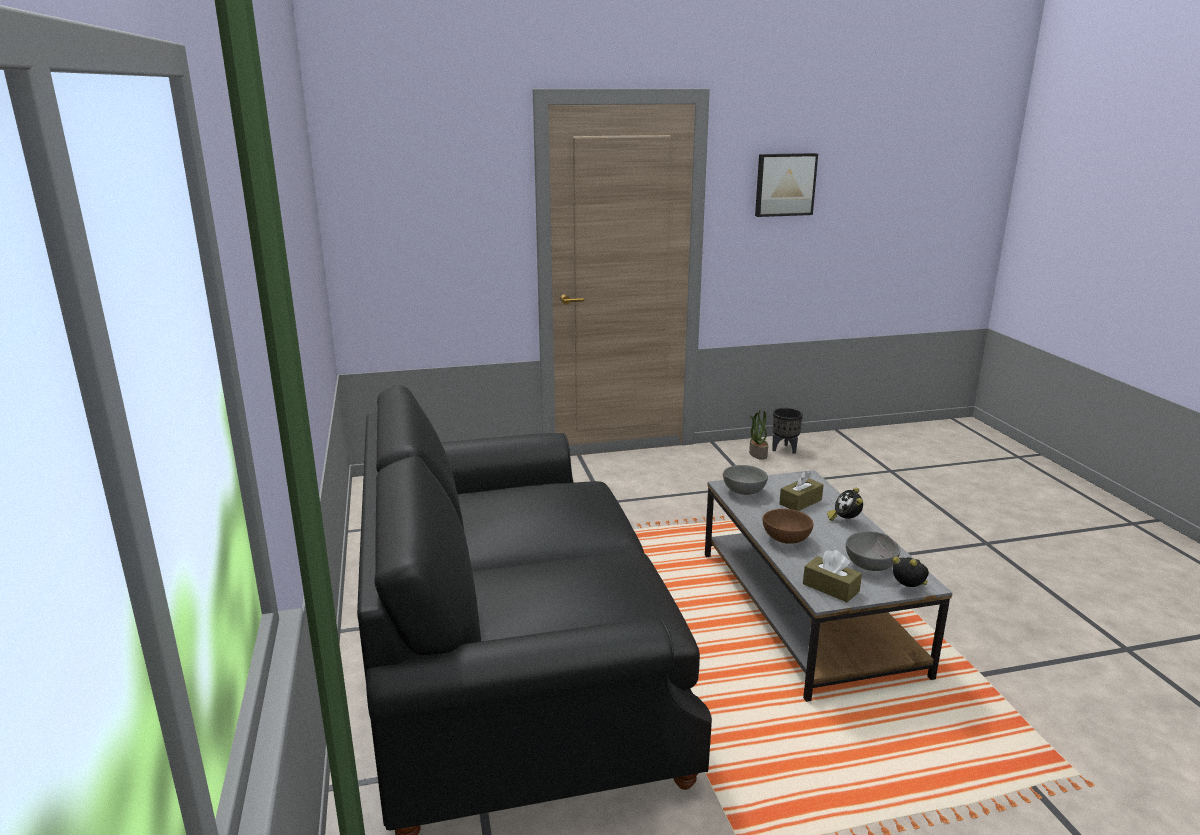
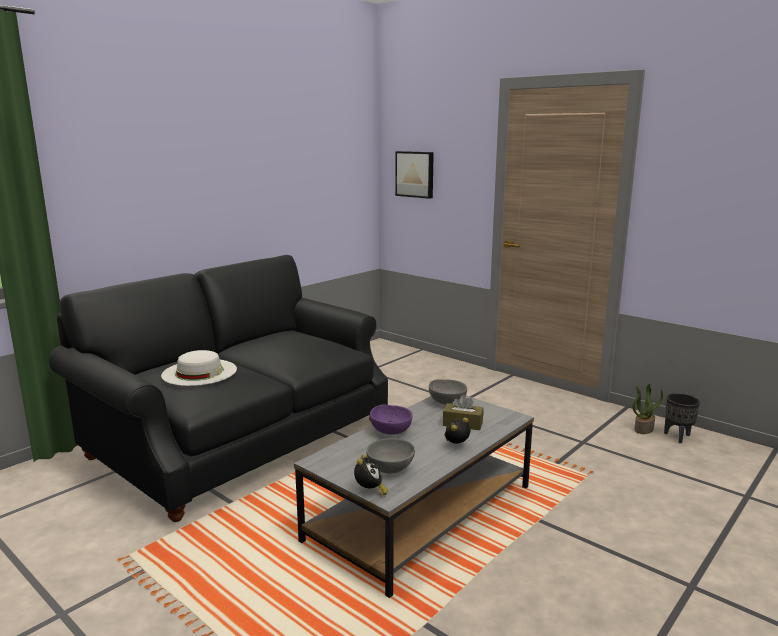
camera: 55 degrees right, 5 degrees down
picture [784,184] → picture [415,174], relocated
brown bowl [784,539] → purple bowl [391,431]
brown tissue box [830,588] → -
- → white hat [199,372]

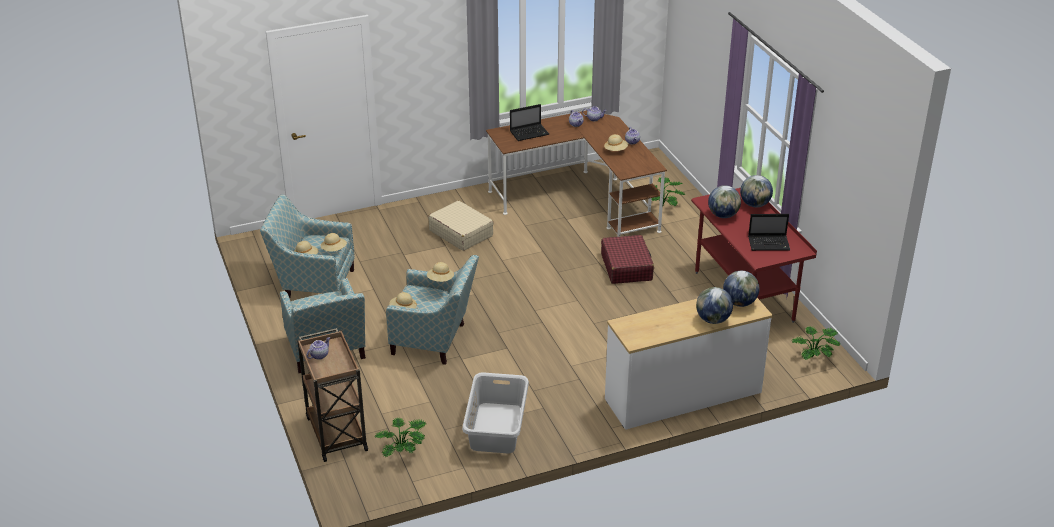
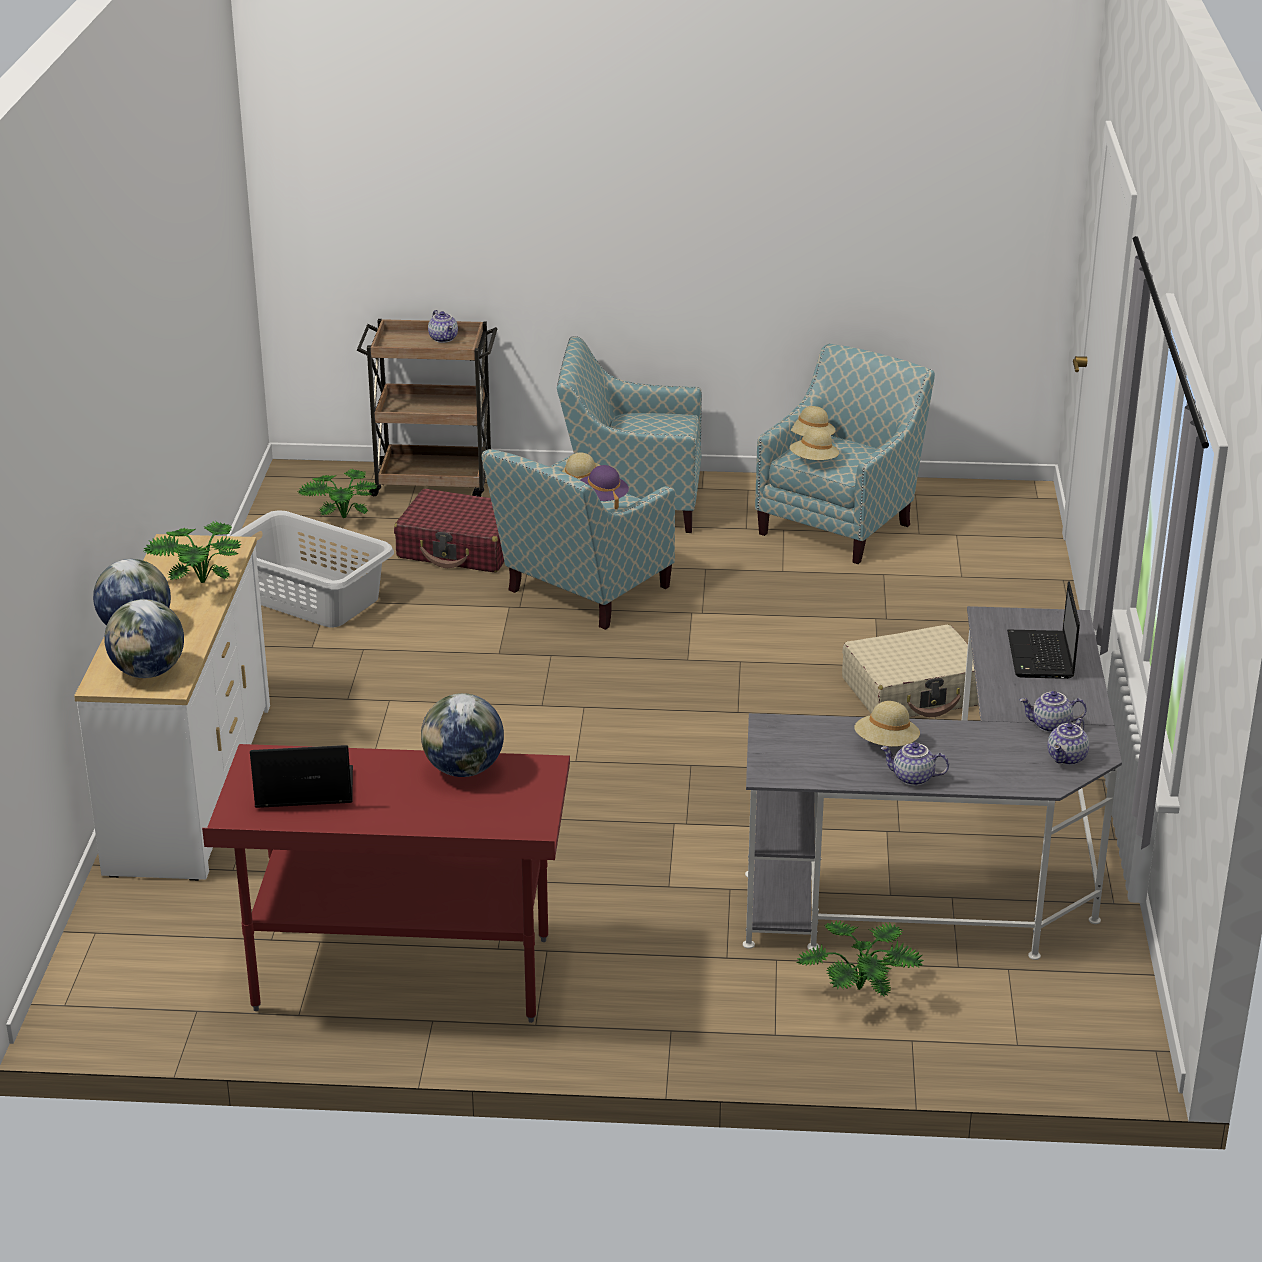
camera: 115 degrees right, 5 degrees down
beige hat [440,280] → purple hat [602,499]
brown desk [580,200] → grey desk [957,873]
red suitcase [626,267] → red suitcase [460,548], relocated
globe [755,204] → -
laptop [769,243] → laptop [302,790], 60 degrees clockwise
potted plant [814,358] → potted plant [196,584], relocated

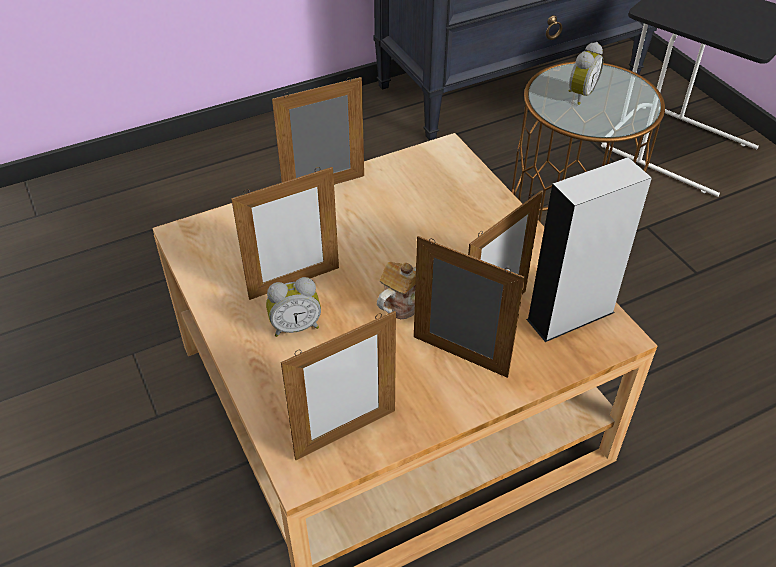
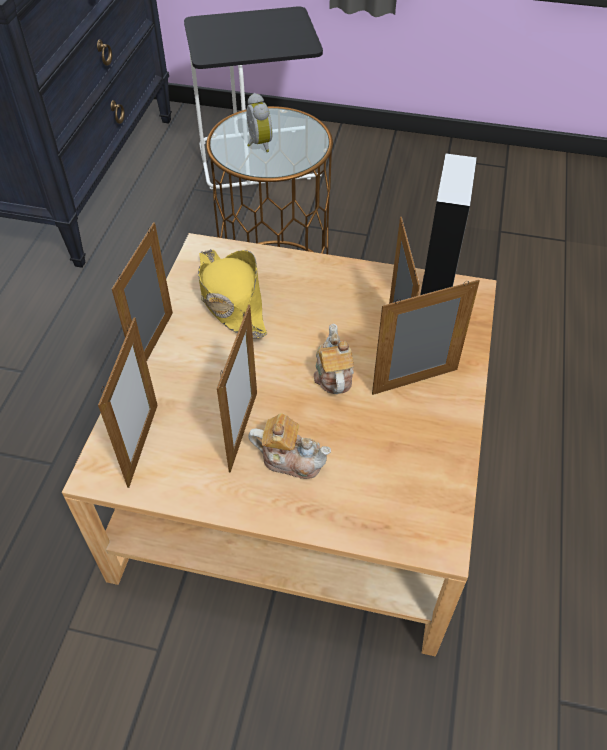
camera: 50 degrees left, 5 degrees up
alarm clock [295,326] → teapot [291,459]
picture frame [346,434] → picture frame [142,444], relocated
- → yellow hat [231,299]

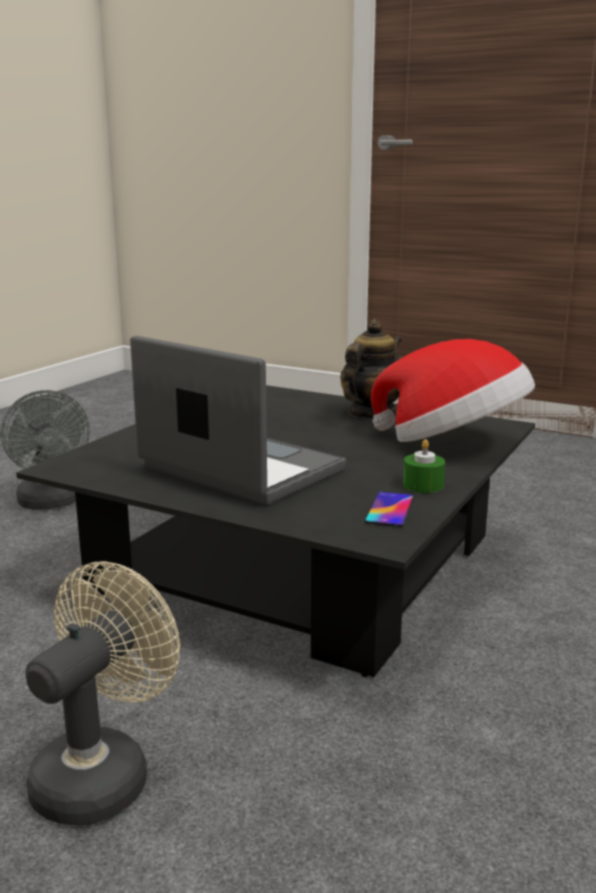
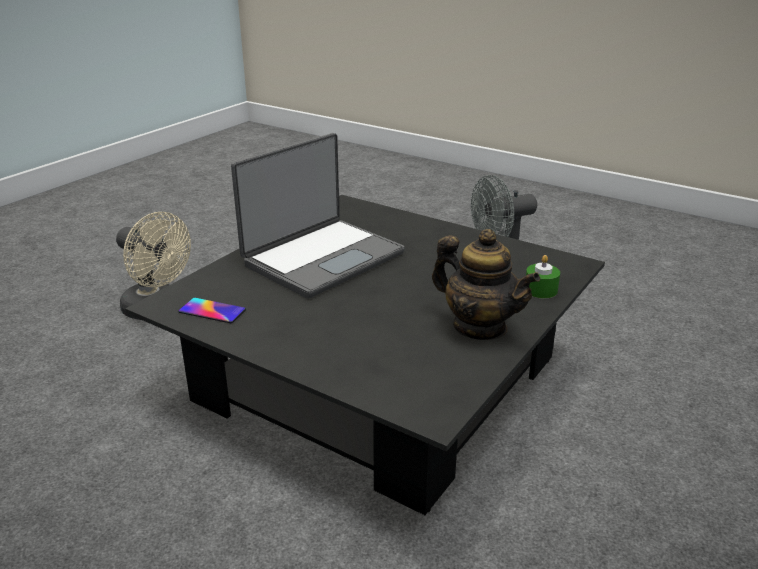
camera: 95 degrees right, 10 degrees up
hat [453,442] → -
green candle [423,485] → green candle [540,290], relocated

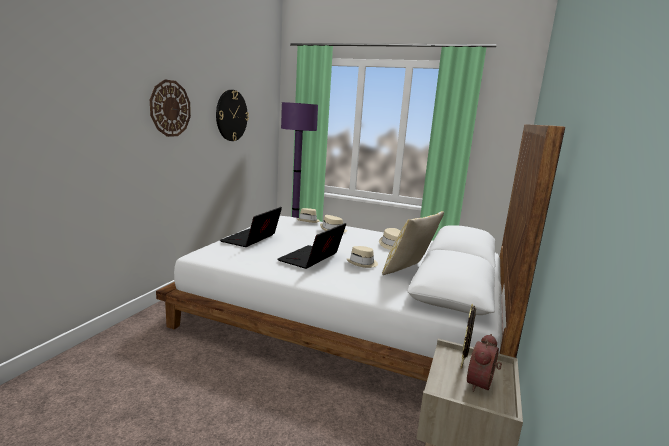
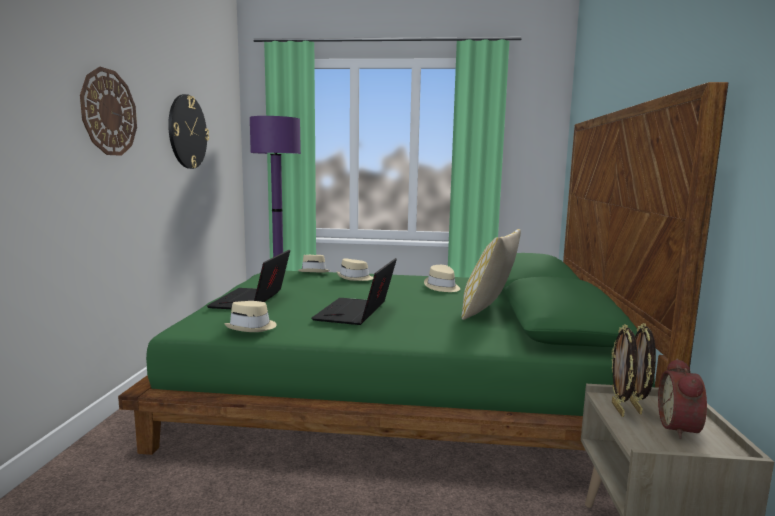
camera: 15 degrees left, 5 degrees down
white bed [347,316] → green bed [399,391]
beige hat [362,263] → beige hat [252,327], relocated
- → picture frame [619,409]

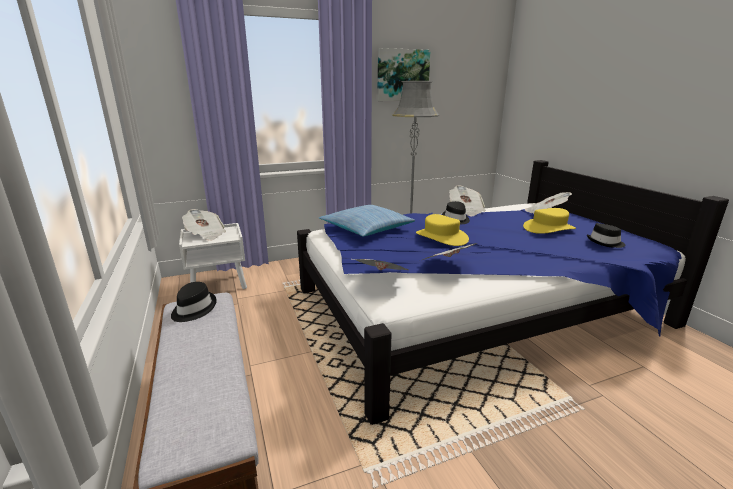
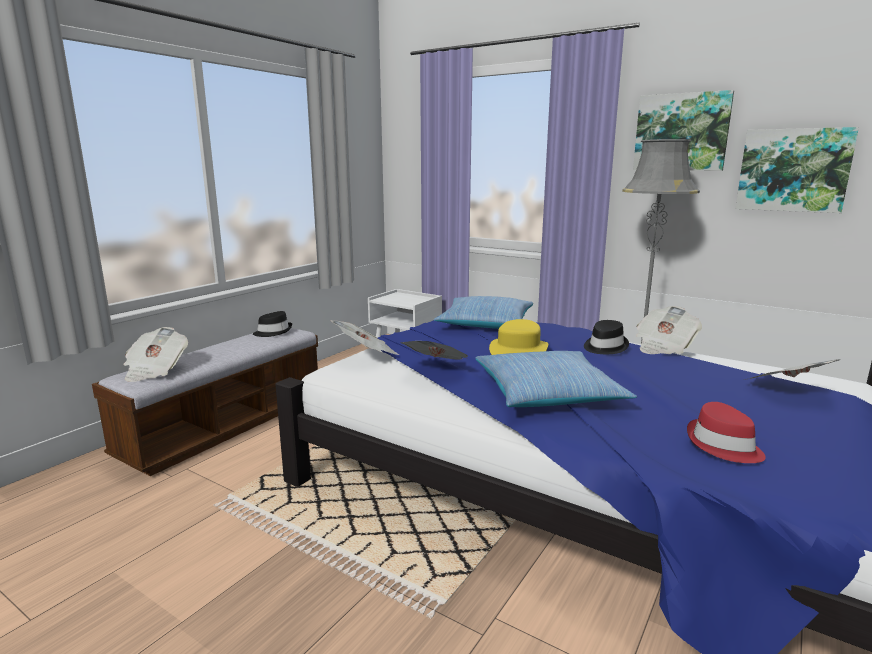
camera: 55 degrees right, 5 degrees down
newspaper [205,234] → newspaper [155,370], relocated
yellow hat [548,228] → -
black hat [605,243] → red hat [723,445]
- → pillow [547,393]
- → picture [793,170]

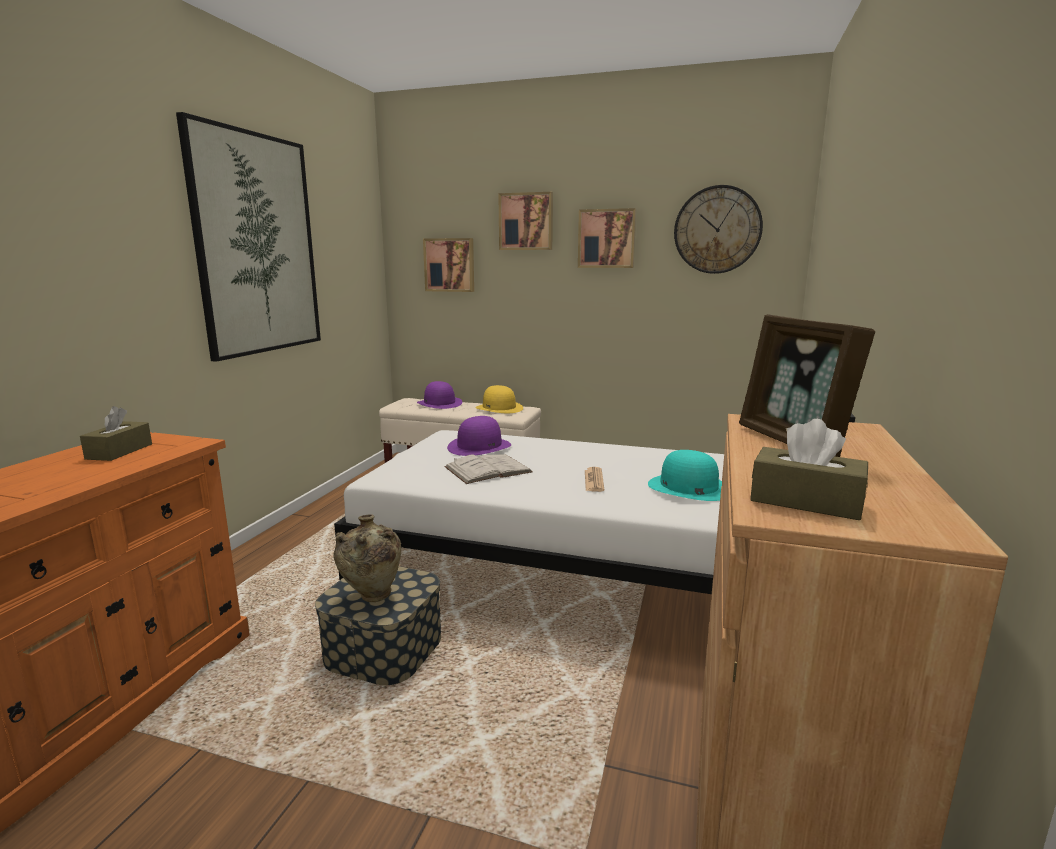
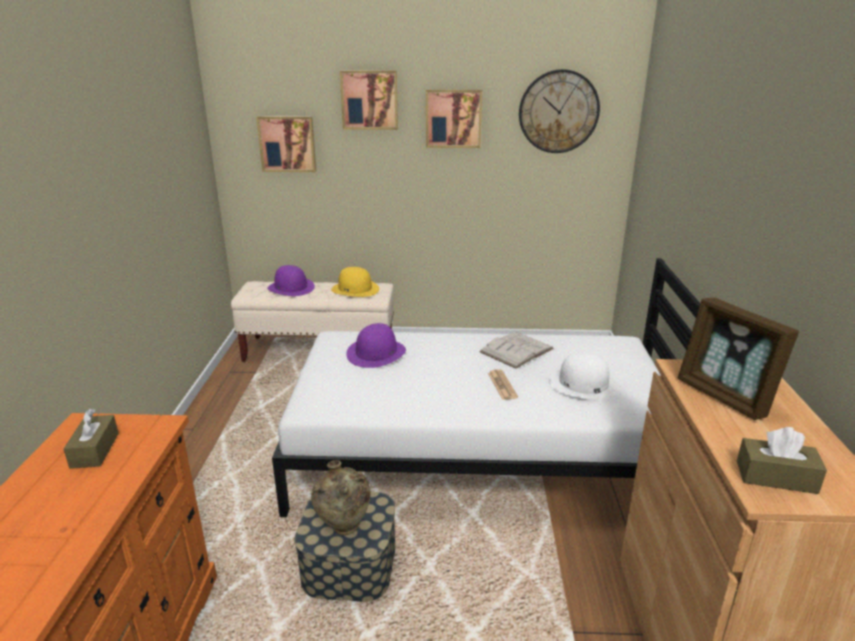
camera: 15 degrees left, 10 degrees up
picture [257,245] → -
white book [488,469] → white book [516,350], relocated
turquoise hat [688,487] → white hat [583,384]

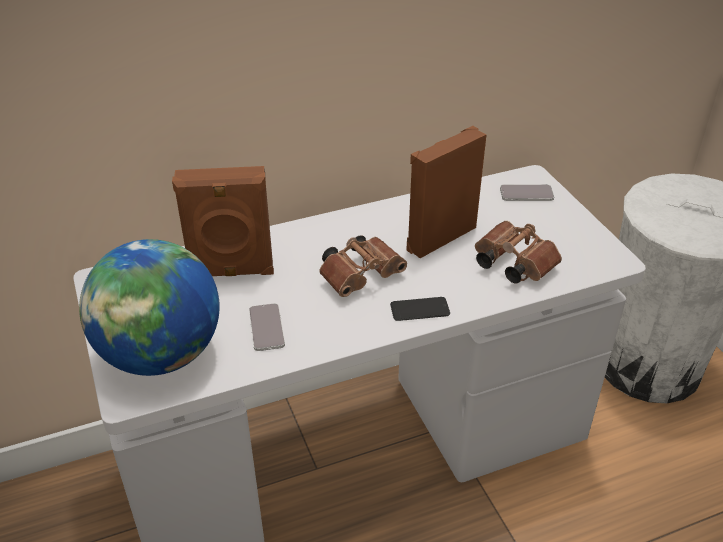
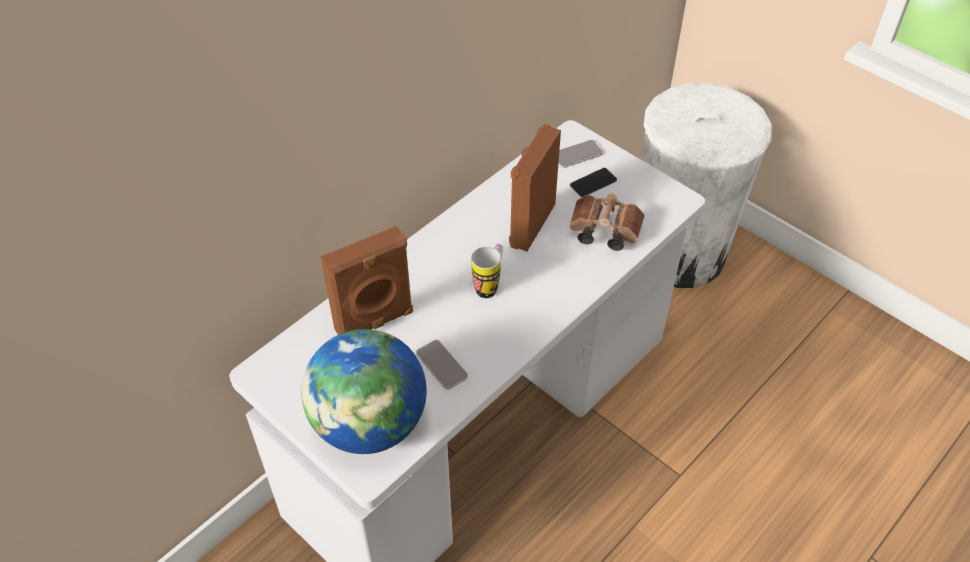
camera: 25 degrees left, 10 degrees up
brown binoculars [362,276] → mug [489,285]
phone [419,310] → phone [593,183], relocated

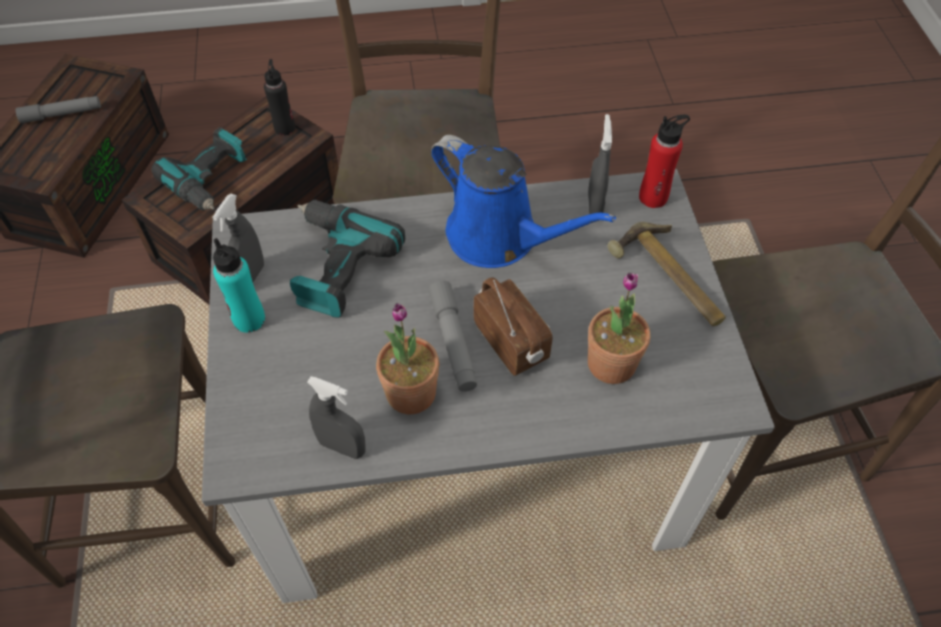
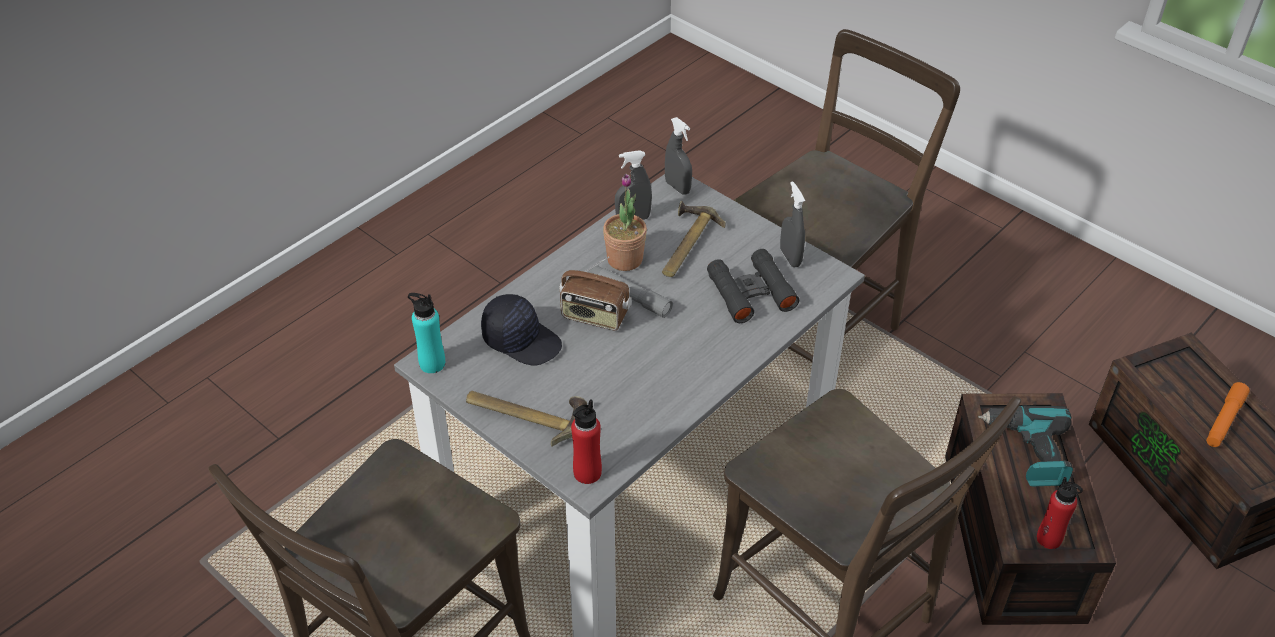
camera: 140 degrees right, 10 degrees down
grey flashlight [62,114] → orange flashlight [1224,420]
turquoise bottle [249,319] → turquoise bottle [432,363], relocated
black bottle [285,128] → red bottle [1049,539]
power drill [334,266] → black binoculars [751,292]
blue watering can [499,237] → -
grey spray bottle [594,205] → grey spray bottle [677,187], relocated
potted plant [611,363] → black cap [522,340]
- → hammer [684,244]

